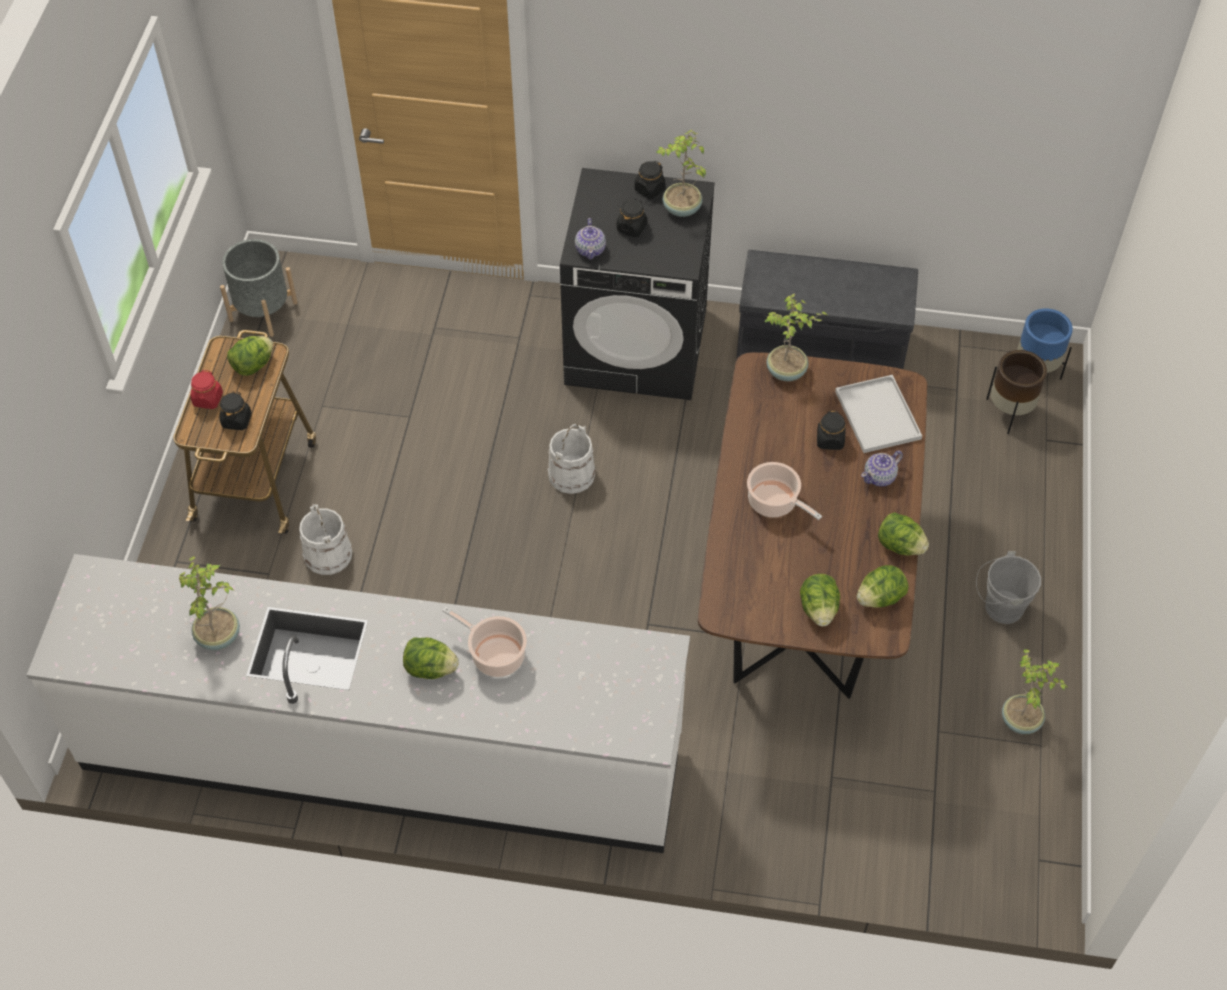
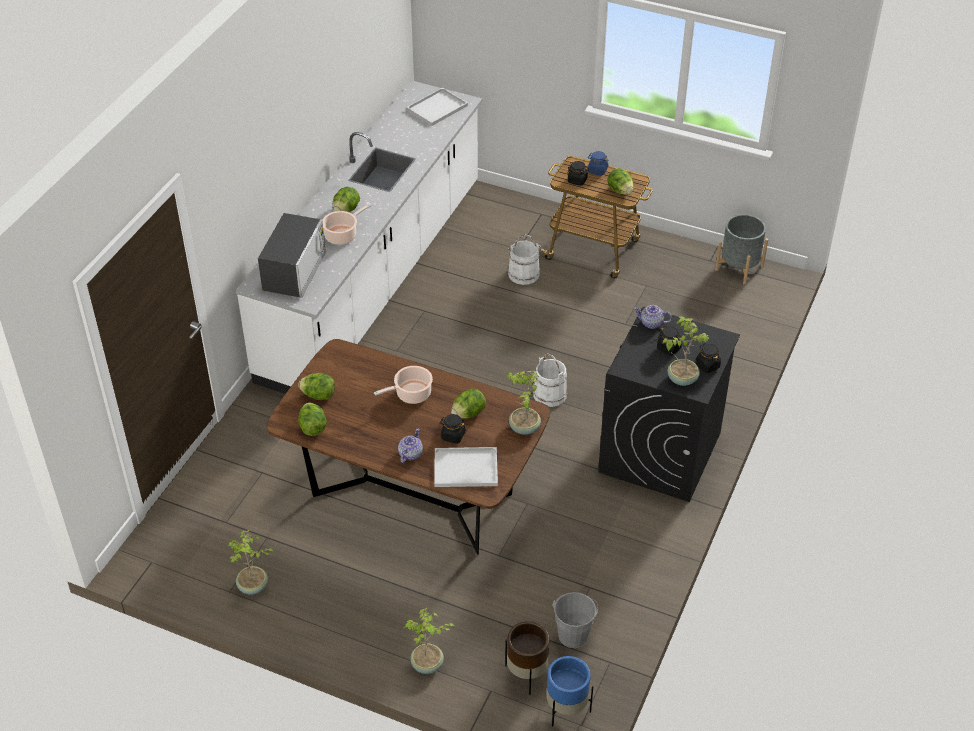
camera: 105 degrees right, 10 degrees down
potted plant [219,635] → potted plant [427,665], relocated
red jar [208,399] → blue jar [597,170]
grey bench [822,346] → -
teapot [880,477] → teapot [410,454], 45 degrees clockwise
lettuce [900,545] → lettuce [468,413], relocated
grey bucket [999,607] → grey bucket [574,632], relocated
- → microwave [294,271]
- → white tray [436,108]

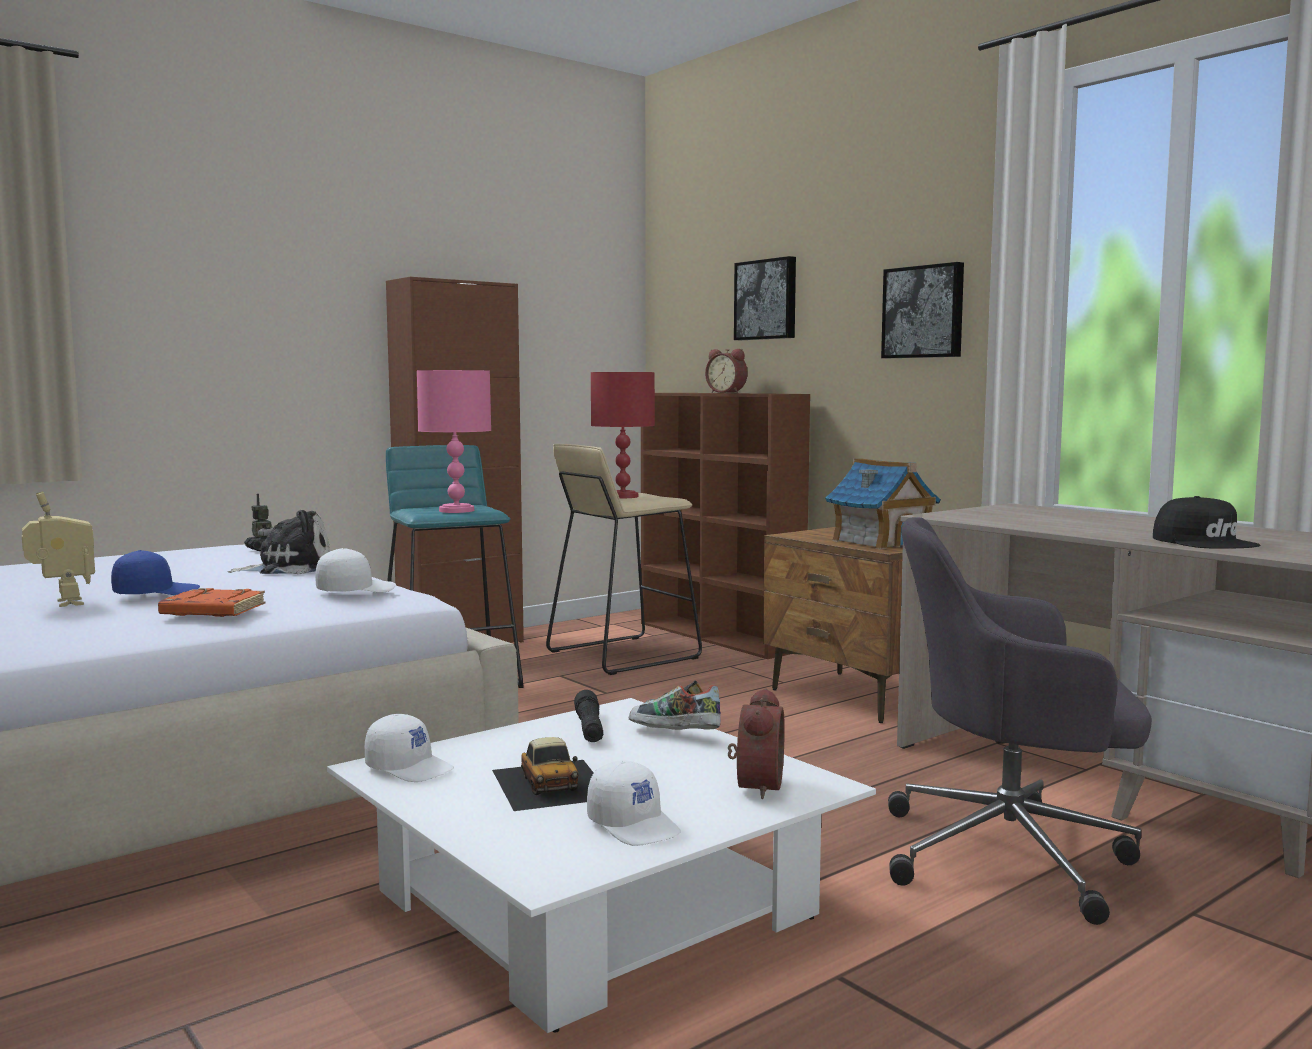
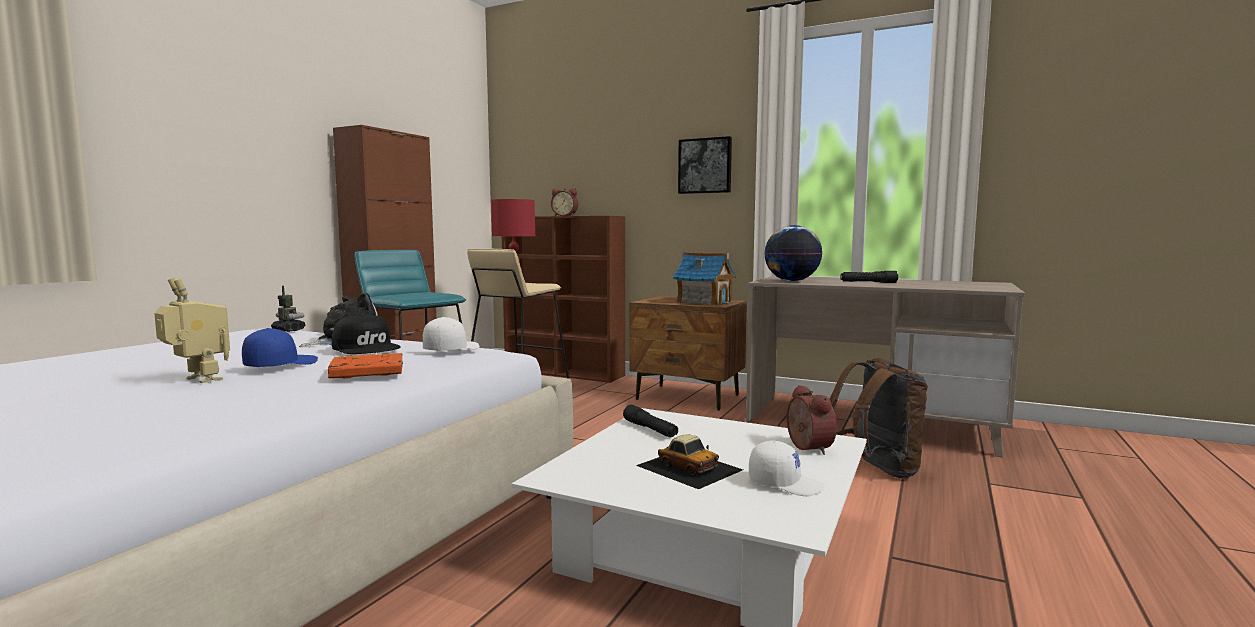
camera: 25 degrees left, 0 degrees up
white cap [410,768] → -
pink table lamp [456,510] → -
shoe [673,735] → -
picture [767,300] → -
grey office chair [1012,855] → brown backpack [876,470]
black cap [1205,542] → black cap [367,347], relocated
- → globe [792,281]
- → black flashlight [868,282]

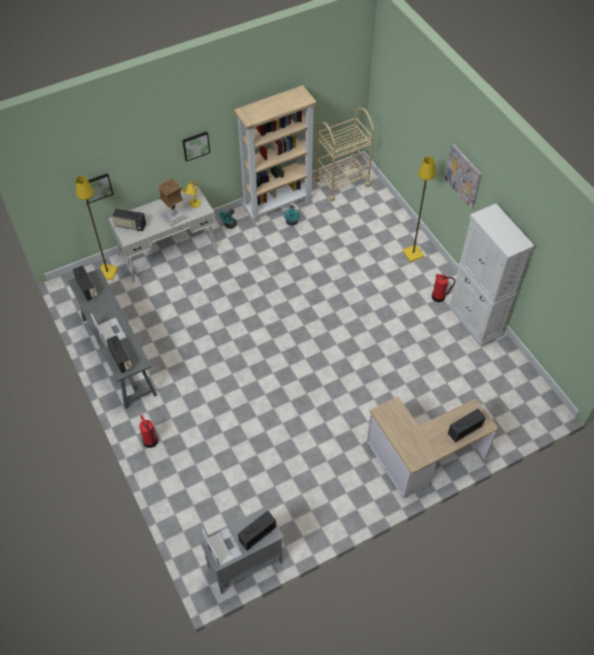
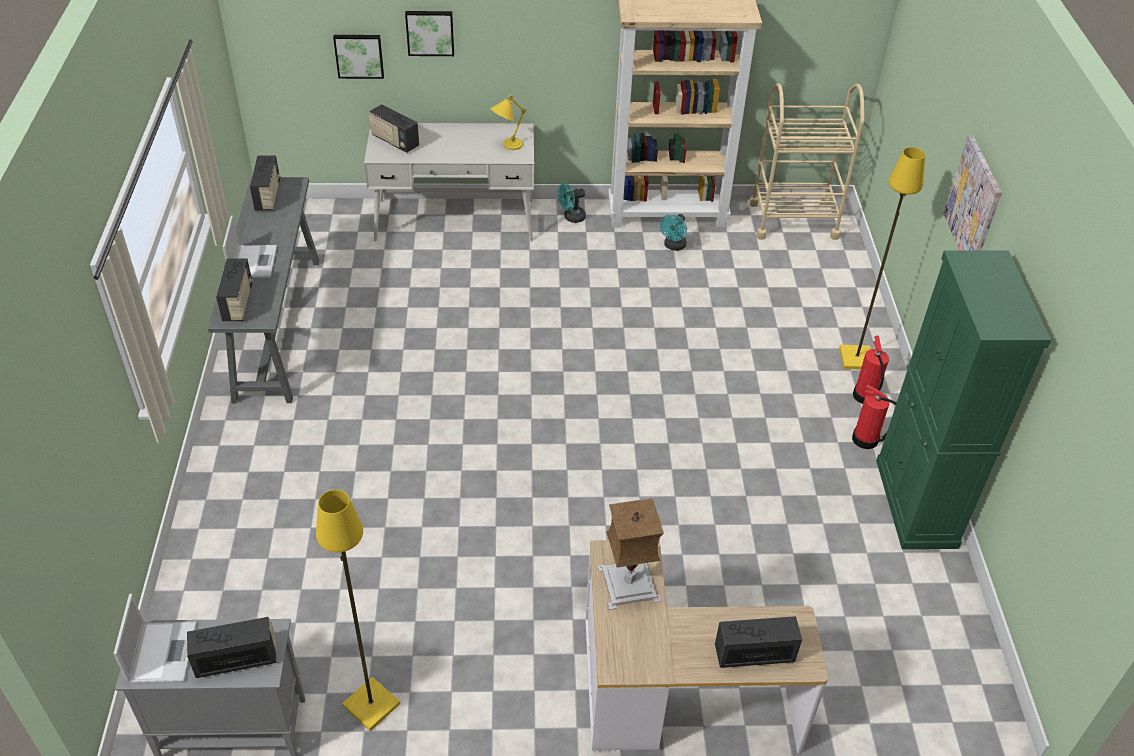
camera: 25 degrees right, 10 degrees down
yellow floor lamp [107,272] → yellow floor lamp [370,705], relocated
fire extinguisher [150,441] → fire extinguisher [865,396], relocated
table lamp [175,216] → table lamp [630,584], relocated
picture [195,145] → picture [430,32], relocated
white cabinet [475,320] → green cabinet [916,503]

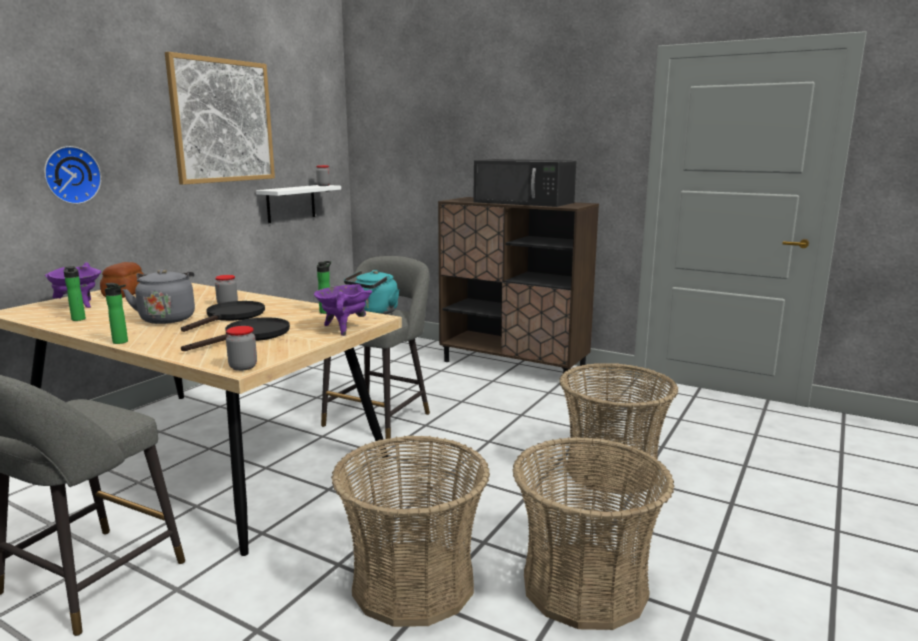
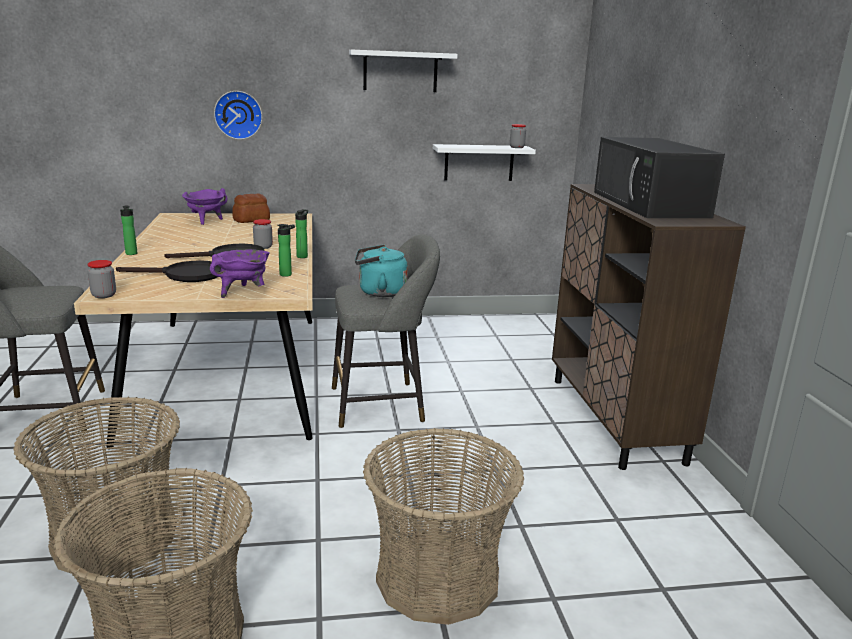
camera: 50 degrees right, 5 degrees up
bottle [78,319] → bottle [303,256], relocated
grey kettle [167,318] → -
picture [223,121] → white shelf [400,71]

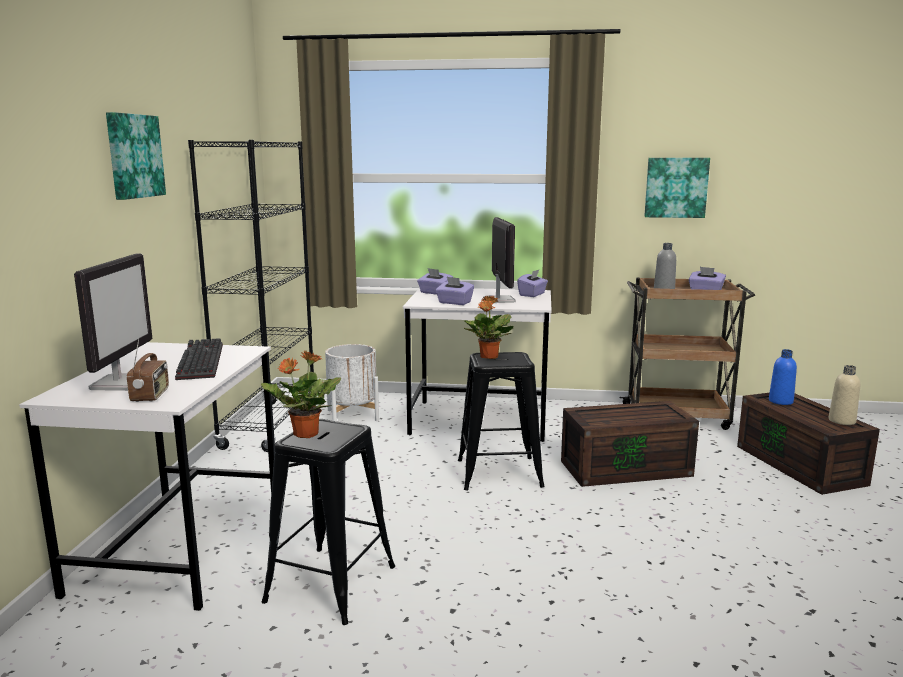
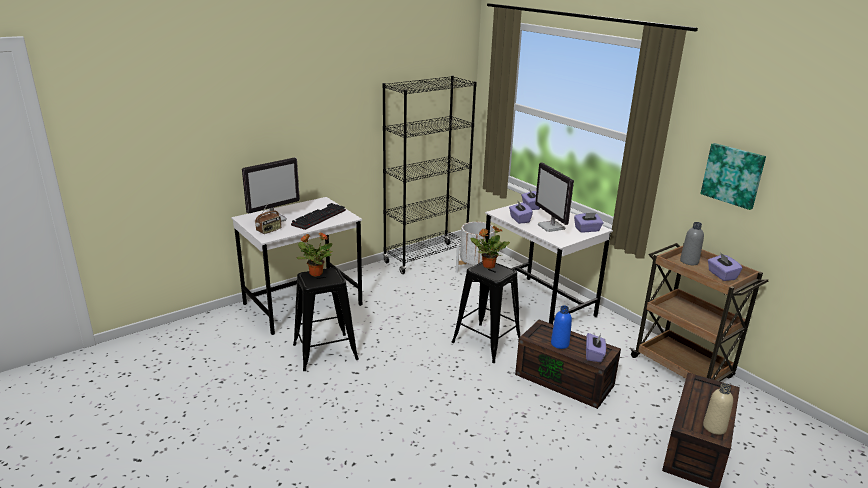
camera: 45 degrees right, 10 degrees up
picture [133,156] → -
monitor [498,300] → monitor [551,227], 120 degrees clockwise
blue bottle [780,401] → blue bottle [559,344], relocated
- → purple tissue box [594,355]

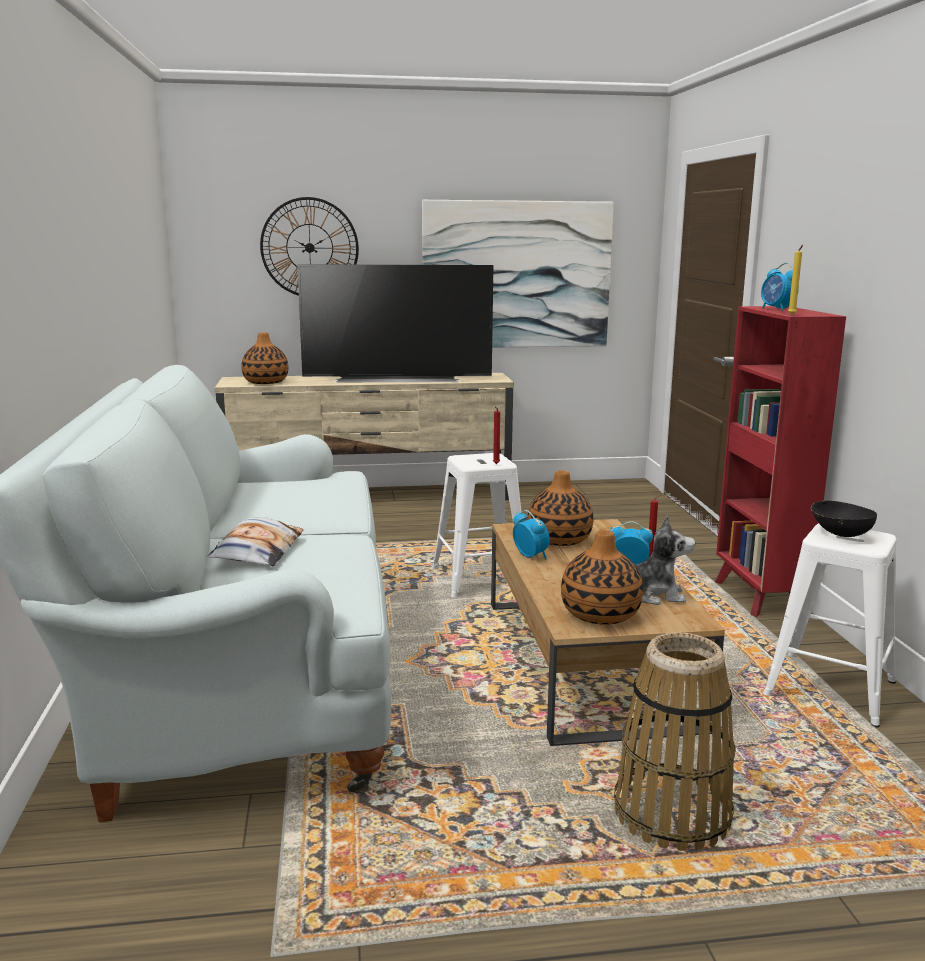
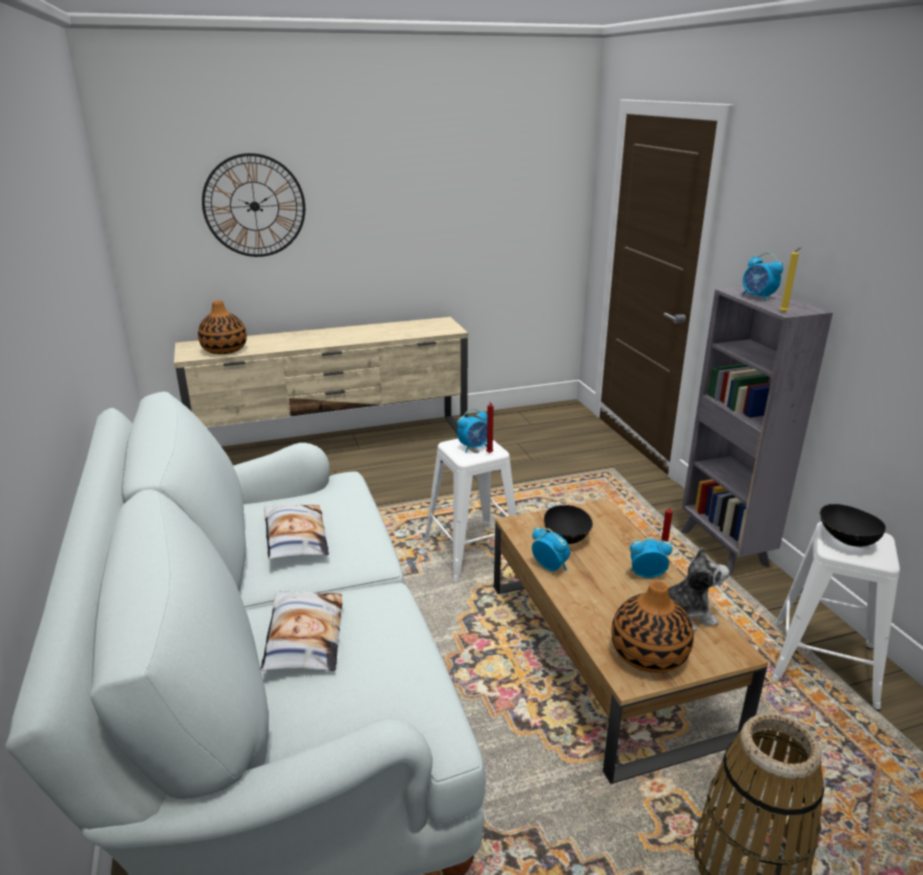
camera: 10 degrees left, 10 degrees up
television [397,379] → -
picture [516,275] → -
vase [559,540] → black bowl [567,537]
red bookcase [758,598] → grey bookcase [724,549]
- → pillow [294,538]
- → alarm clock [474,447]

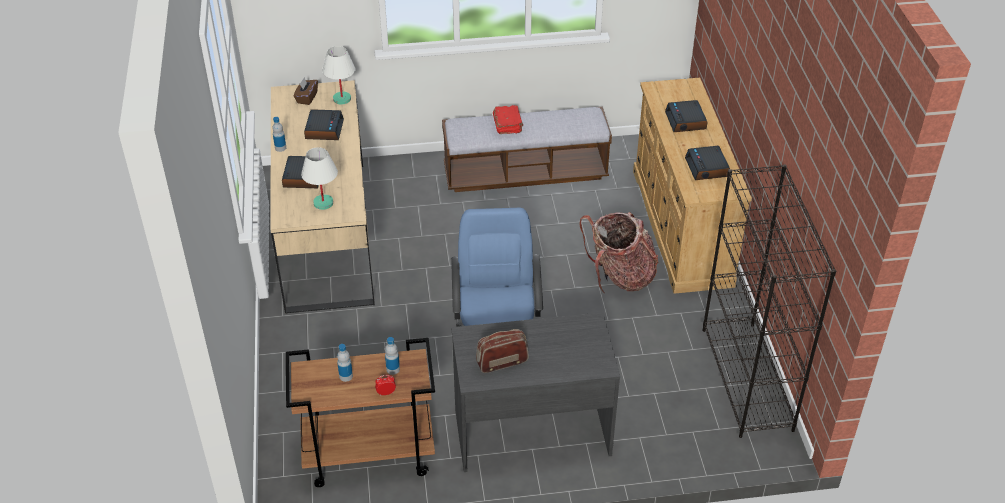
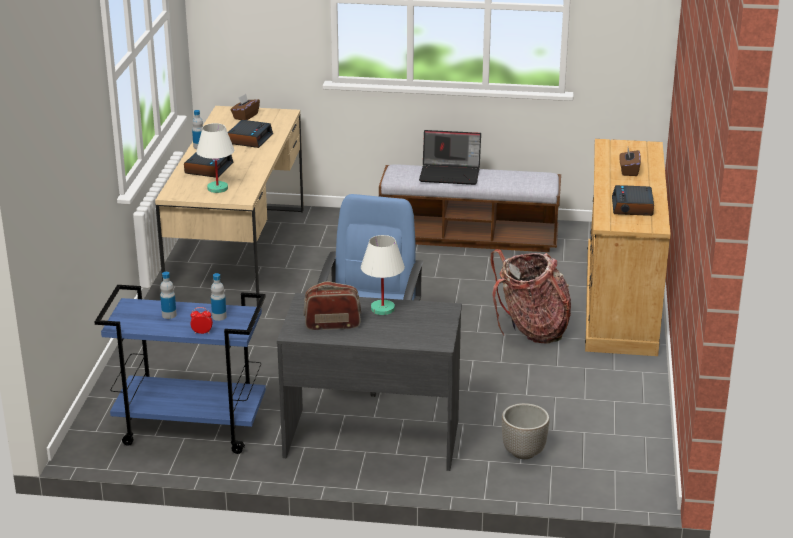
camera: 15 degrees right, 15 degrees down
brown cart [368,455] → blue cart [189,429]
white table lamp [342,99] → white table lamp [382,308], relocated
red book [508,125] → laptop [450,174]
alarm clock [686,121] → brown tissue box [628,171]
black bookcase [747,379] → -
- → planter [524,453]

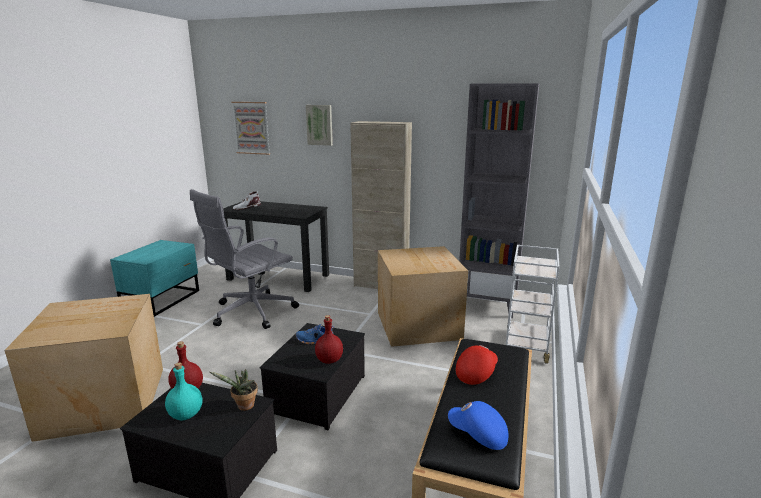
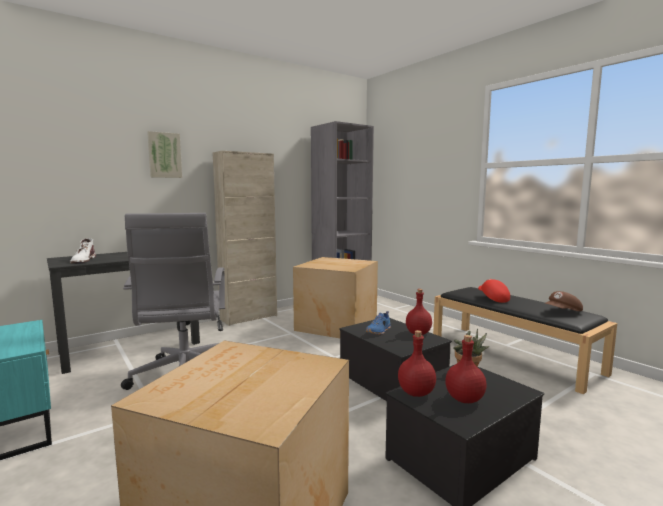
camera: 55 degrees left, 10 degrees down
turquoise bottle [186,414] → red bottle [464,399]
picture [251,128] → -
blue cap [478,435] → brown cap [563,312]
white cart [526,345] → -

